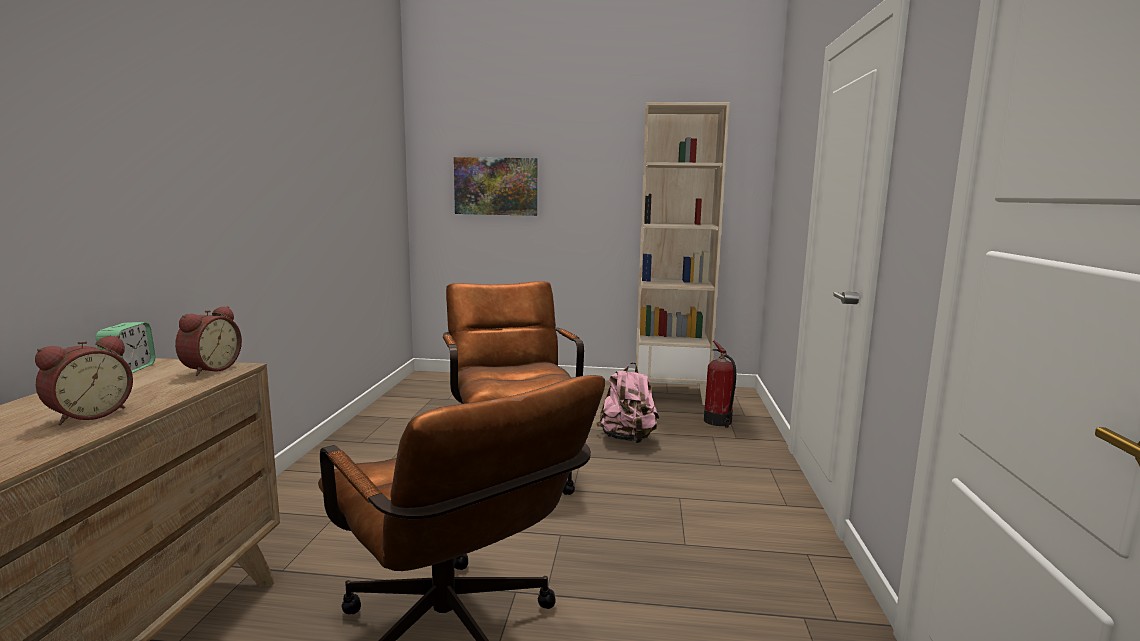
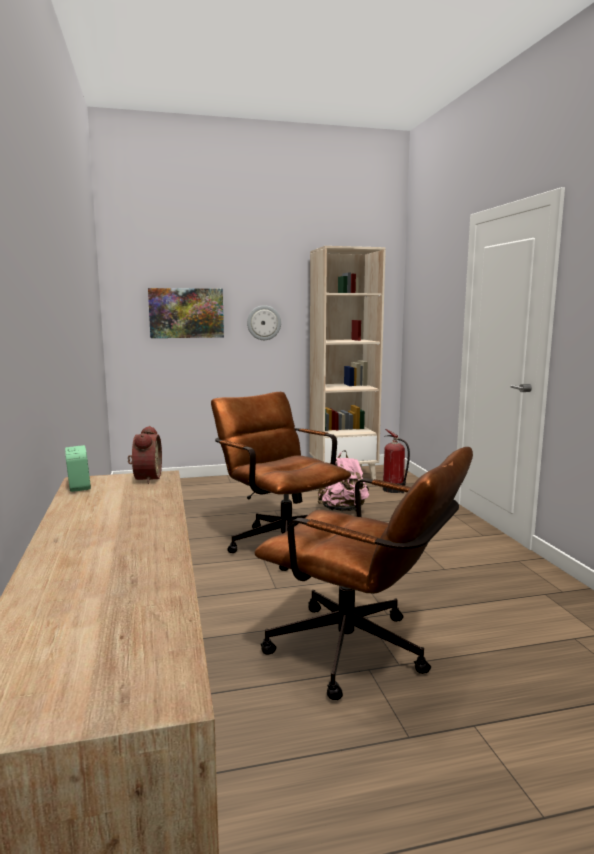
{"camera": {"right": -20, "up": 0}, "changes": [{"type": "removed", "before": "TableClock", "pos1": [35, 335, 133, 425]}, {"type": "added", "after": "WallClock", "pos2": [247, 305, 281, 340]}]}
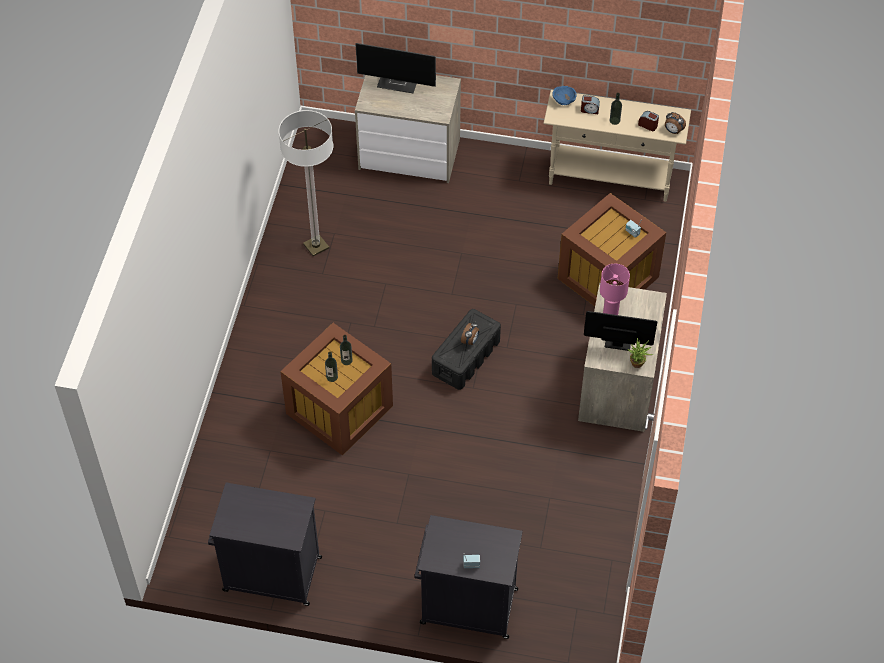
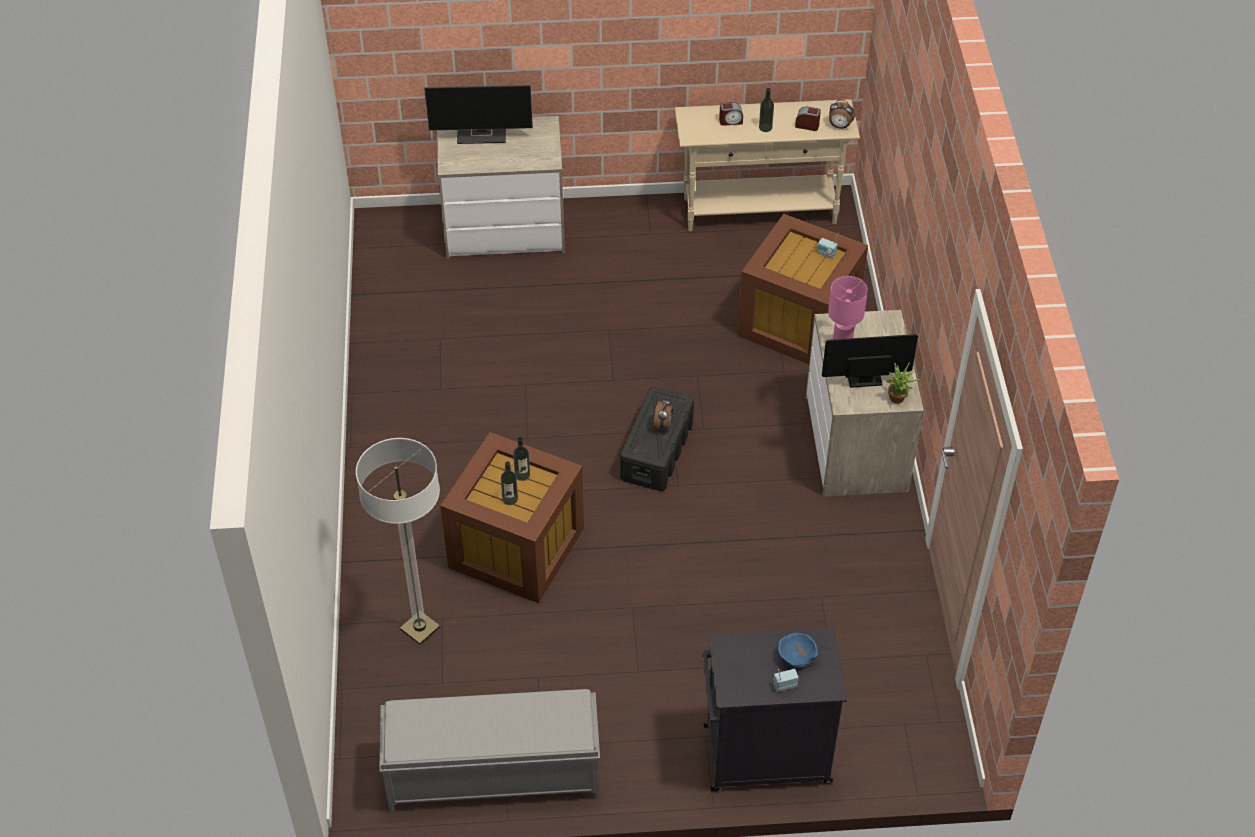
{"camera": {"right": -15, "up": -5}, "changes": [{"type": "moved", "before": "FloorLamp", "pos1": [279, 110, 333, 256], "pos2": [356, 438, 440, 645]}, {"type": "moved", "before": "BluishBowl", "pos1": [552, 86, 577, 105], "pos2": [778, 633, 818, 668]}, {"type": "replaced", "before": "BlackishStorageCabinet", "after": "GreyishIndoorBench", "pos1": [208, 483, 322, 606], "pos2": [379, 689, 600, 812]}]}
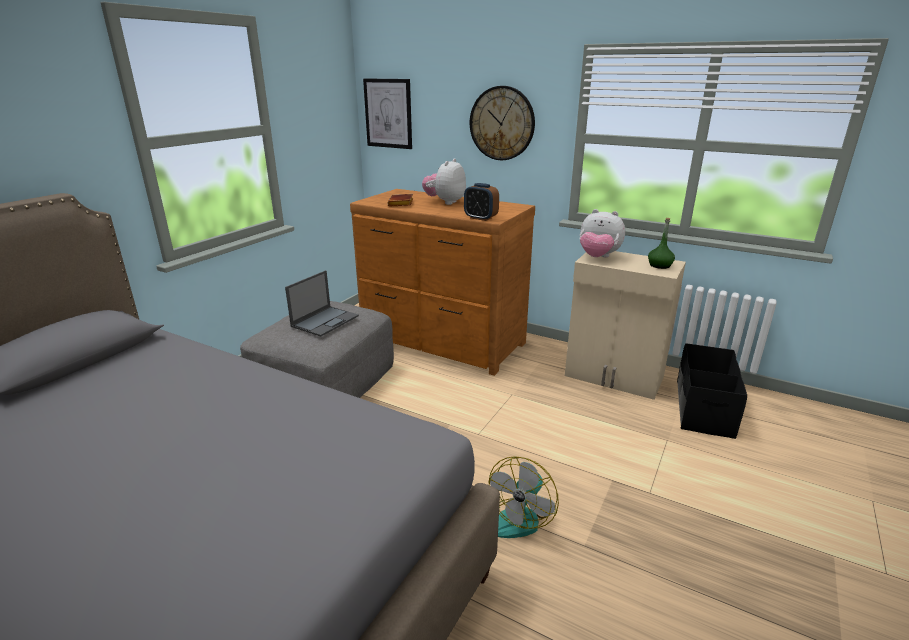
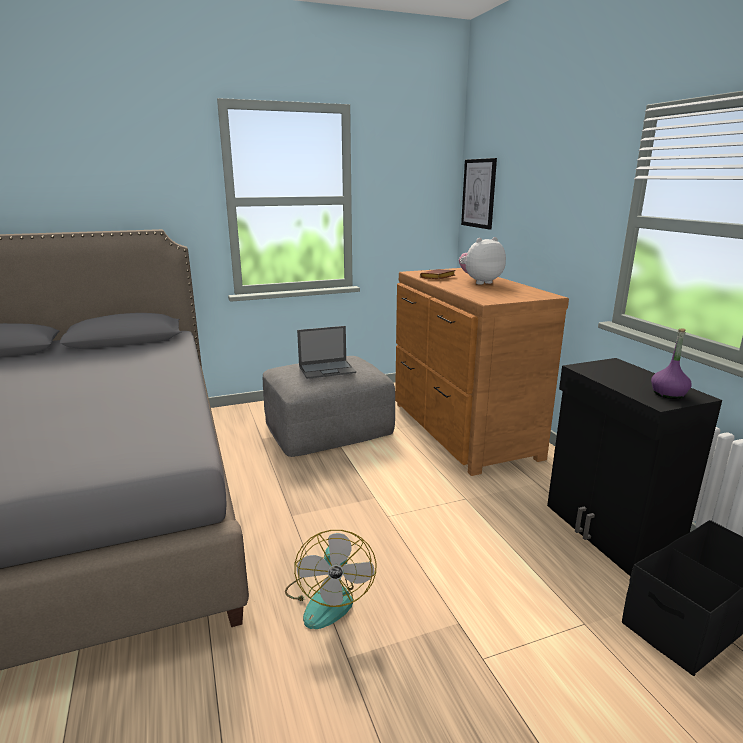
{"camera": {"right": 40, "up": -5}, "changes": [{"type": "removed", "before": "TableClock", "pos1": [464, 183, 499, 221]}, {"type": "removed", "before": "WallClock", "pos1": [470, 86, 535, 160]}, {"type": "removed", "before": "CuddlyToy", "pos1": [580, 209, 625, 257]}, {"type": "recoloured", "before": "SandColouredStorageCabinet", "after": "BlackishStorageCabinet", "pos1": [565, 251, 686, 400], "pos2": [547, 358, 722, 576]}, {"type": "recoloured", "before": "GreenishDrinkBottle", "after": "PurplishDrinkBottle", "pos1": [648, 218, 675, 269], "pos2": [651, 328, 692, 399]}, {"type": "turned", "before": "ElectricFan", "pos1": [489, 456, 559, 538], "pos2": [285, 530, 376, 629], "turn": -75}]}
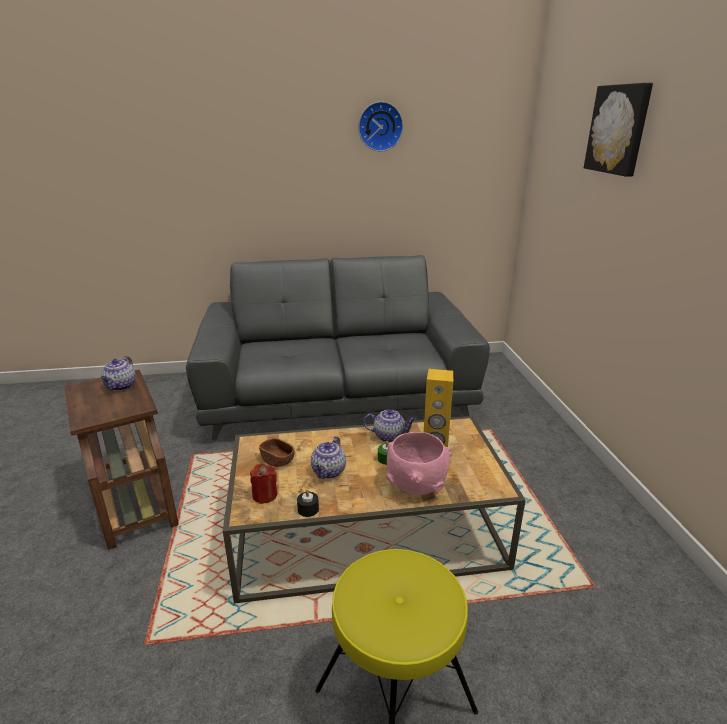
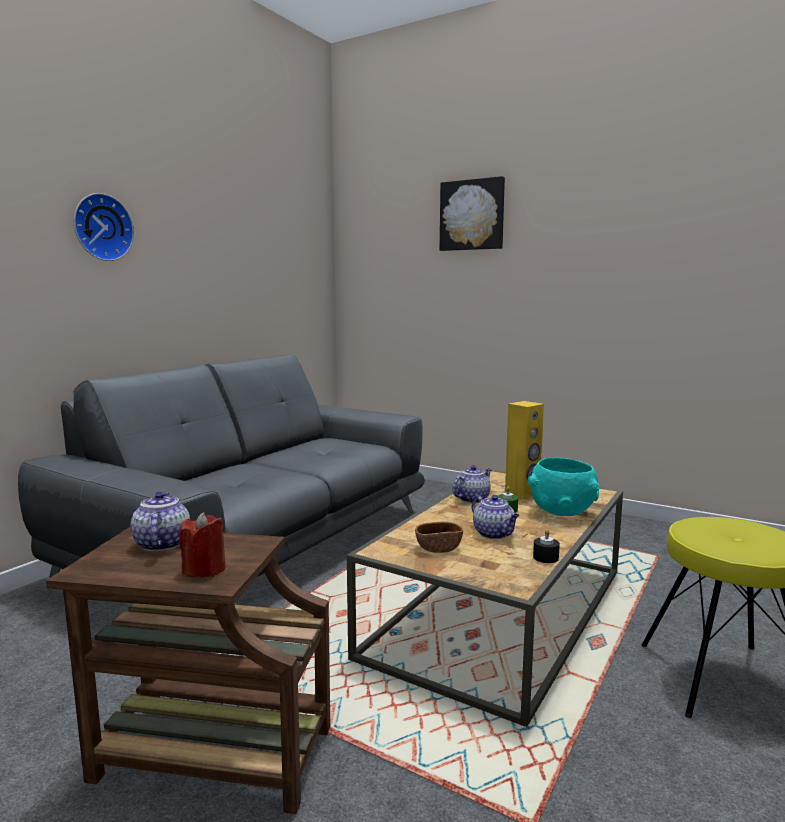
{"camera": {"right": -50, "up": -15}, "changes": [{"type": "moved", "before": "RedWaxCandle", "pos1": [250, 464, 277, 504], "pos2": [180, 512, 226, 578]}, {"type": "moved", "before": "WallClock", "pos1": [358, 101, 403, 151], "pos2": [74, 193, 134, 261]}, {"type": "recoloured", "before": "PinkishBowl", "after": "TurquoiseColouredBowl", "pos1": [386, 432, 452, 495], "pos2": [528, 457, 600, 516]}, {"type": "turned", "before": "TeaPot", "pos1": [101, 356, 136, 391], "pos2": [130, 492, 190, 551], "turn": -150}]}
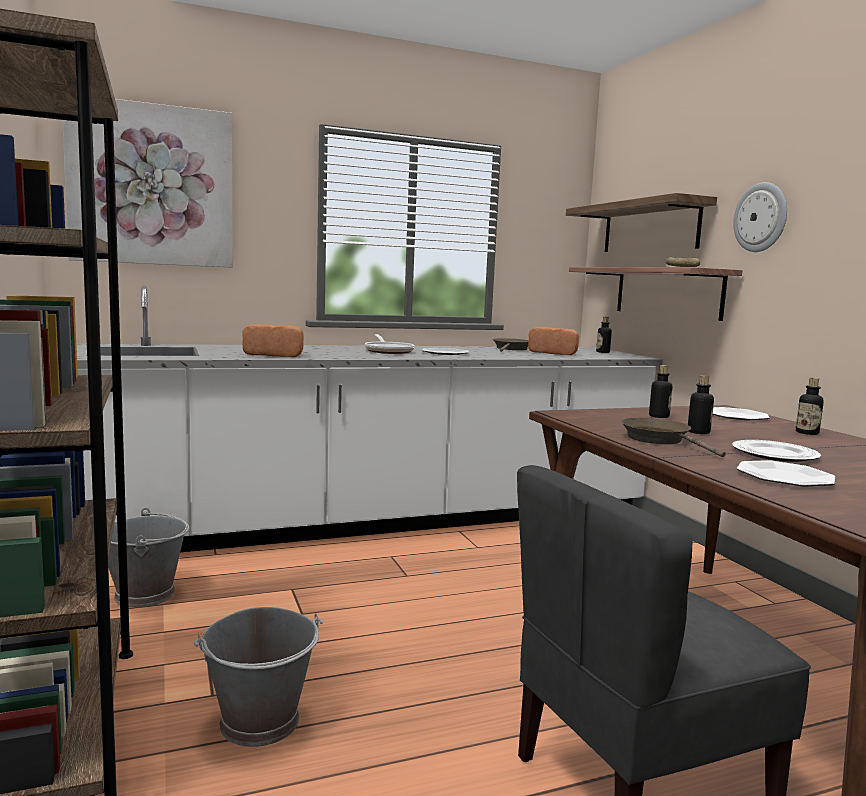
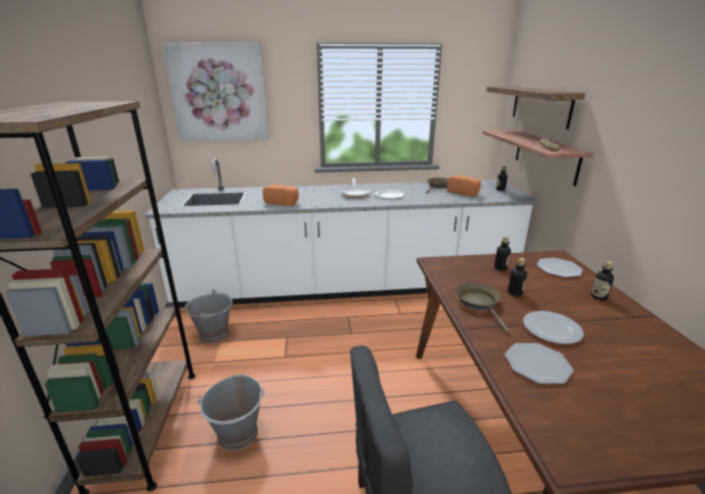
{"camera": {"right": 15, "up": 15}, "changes": [{"type": "removed", "before": "WallClock", "pos1": [733, 182, 787, 252]}]}
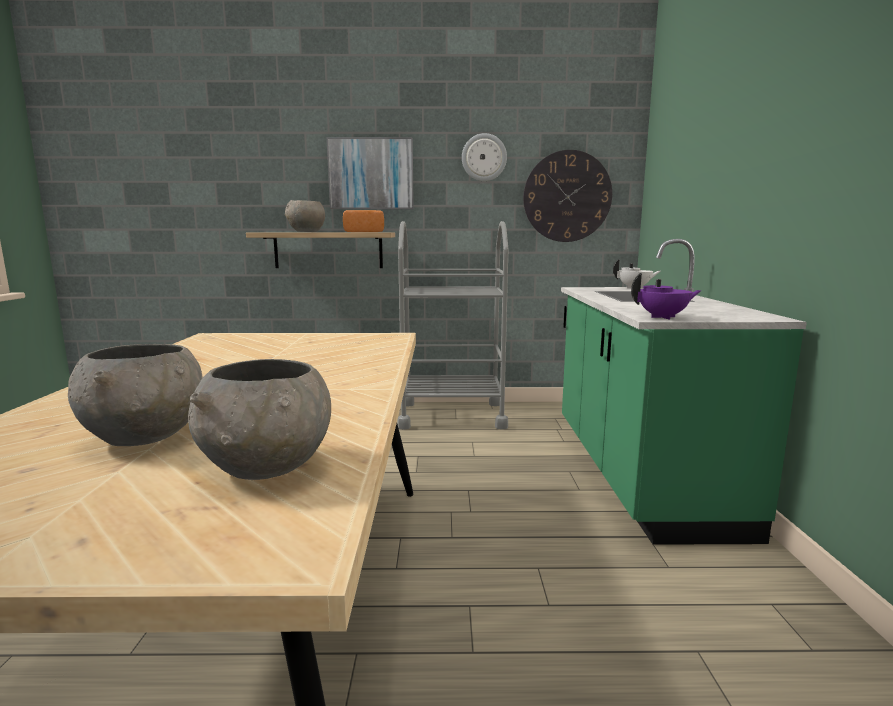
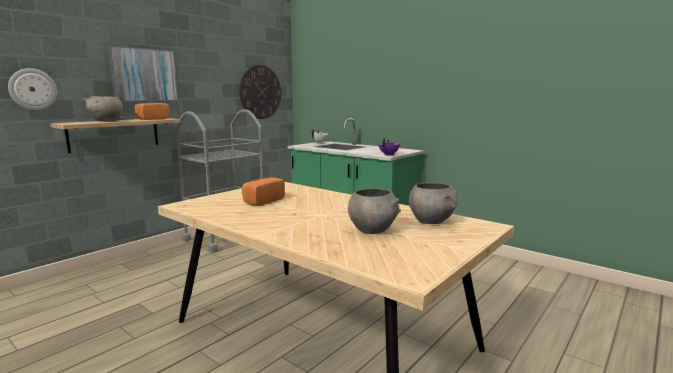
{"camera": {"right": -50, "up": 0}, "changes": [{"type": "added", "after": "BakedBread", "pos2": [242, 177, 285, 206]}, {"type": "moved", "before": "WallClock", "pos1": [462, 133, 507, 181], "pos2": [8, 68, 57, 110]}]}
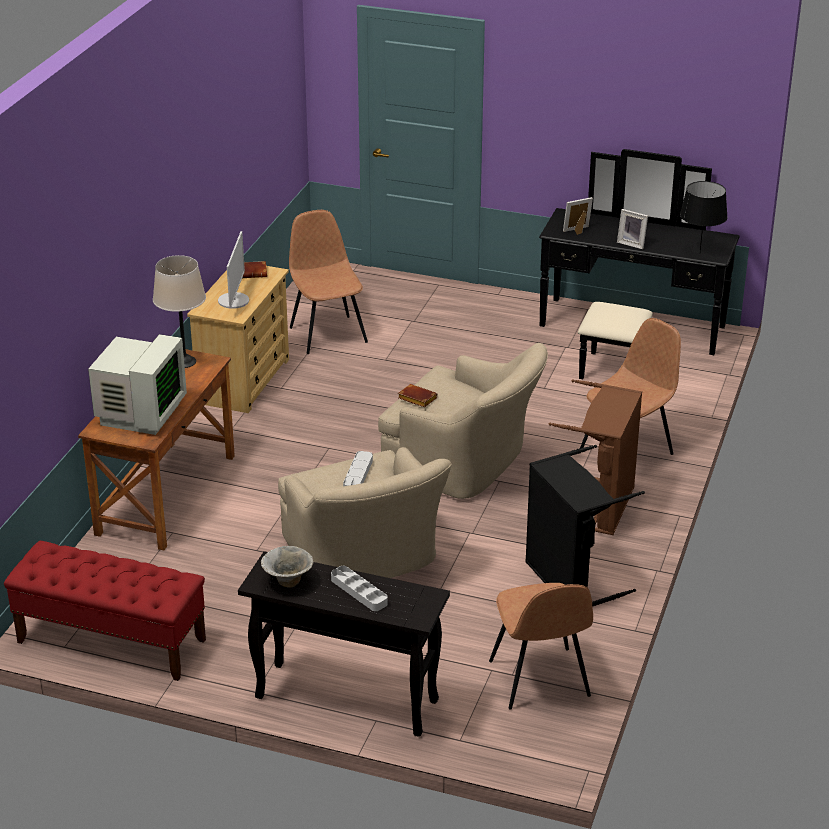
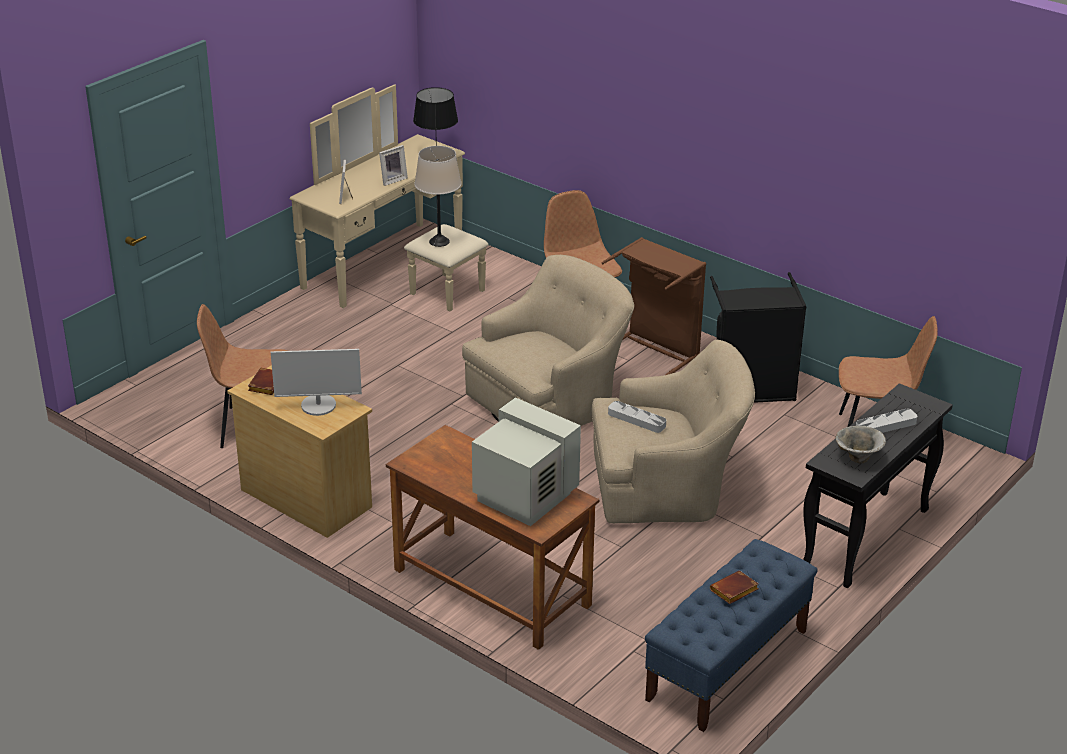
{"camera": {"right": -70, "up": 0}, "changes": [{"type": "moved", "before": "SandColouredTabletopLamp", "pos1": [153, 255, 206, 368], "pos2": [414, 146, 461, 247]}, {"type": "moved", "before": "BrownColouredBoundBook", "pos1": [398, 384, 438, 407], "pos2": [710, 571, 759, 604]}, {"type": "recoloured", "before": "RedIndoorBench", "after": "BluishIndoorBench", "pos1": [4, 541, 206, 681], "pos2": [645, 539, 818, 732]}, {"type": "recoloured", "before": "BlackishDrawerChest", "after": "SandColouredDrawerChest", "pos1": [539, 149, 740, 379], "pos2": [289, 84, 489, 311]}, {"type": "turned", "before": "ComputerDisplay", "pos1": [218, 231, 249, 309], "pos2": [271, 349, 362, 416], "turn": 150}]}
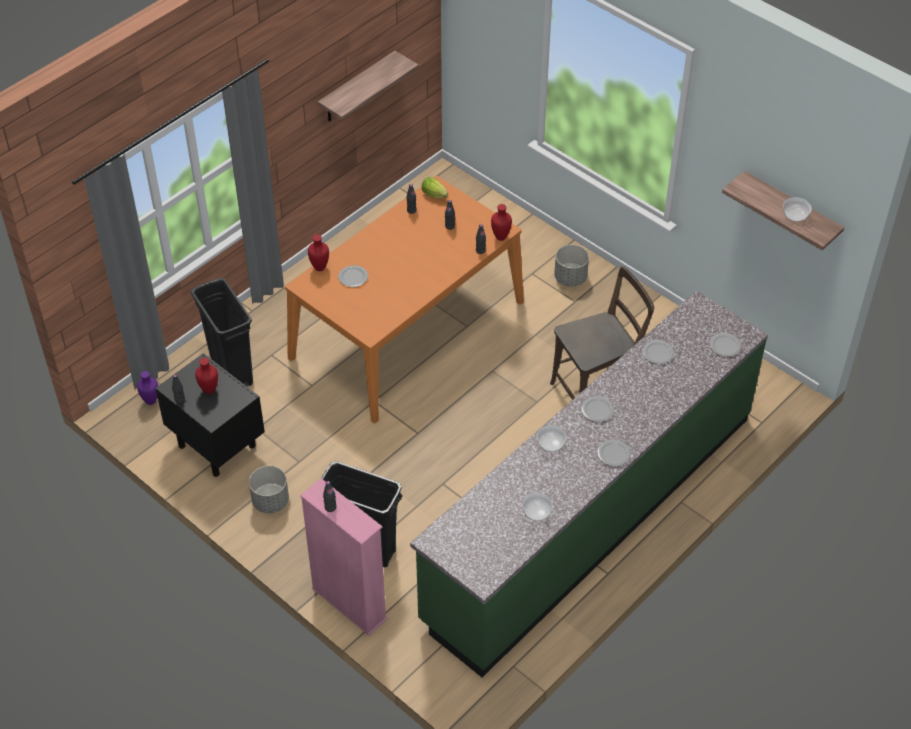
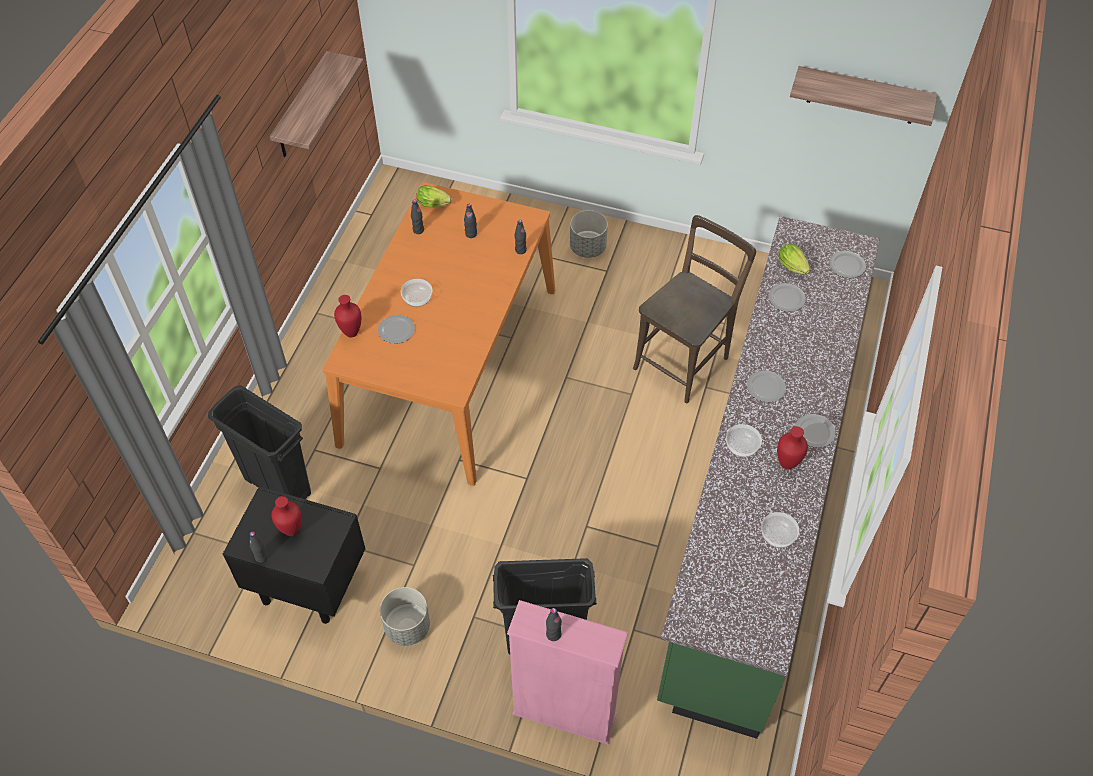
{"camera": {"right": -25, "up": 5}, "changes": [{"type": "removed", "before": "PurplishDecorativeVase", "pos1": [137, 371, 158, 405]}, {"type": "added", "after": "LettuceHead", "pos2": [778, 244, 810, 275]}, {"type": "moved", "before": "RedDecorativeVase", "pos1": [491, 204, 512, 241], "pos2": [777, 426, 808, 470]}, {"type": "moved", "before": "Bowl", "pos1": [783, 197, 812, 222], "pos2": [401, 279, 433, 307]}]}
